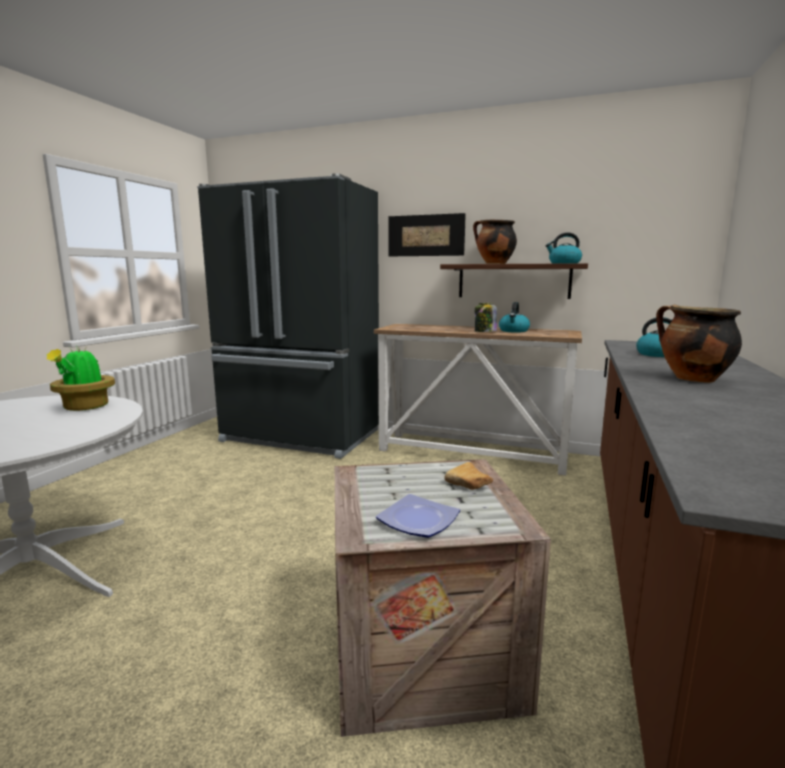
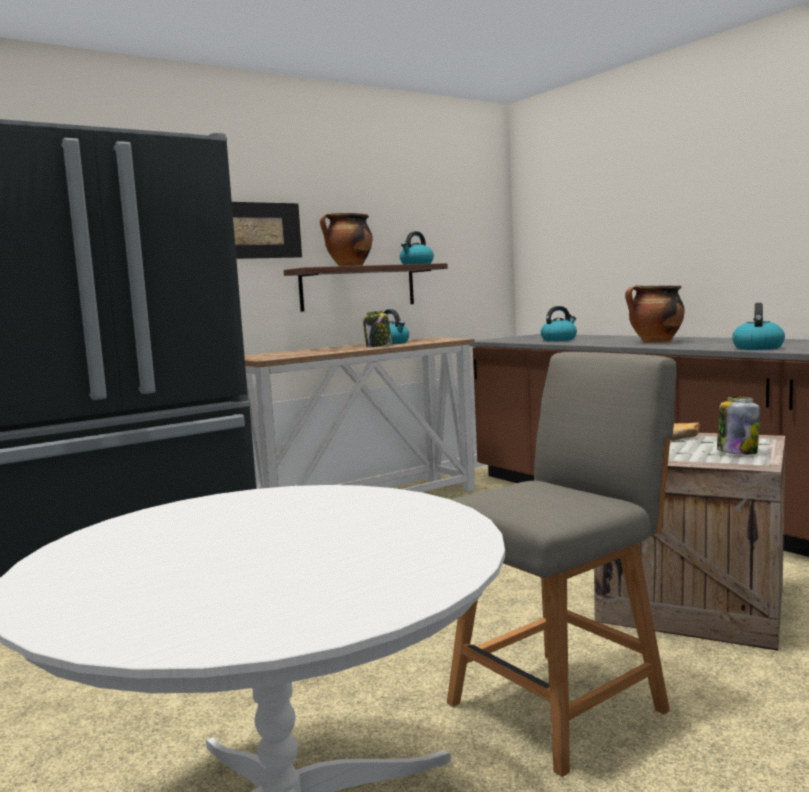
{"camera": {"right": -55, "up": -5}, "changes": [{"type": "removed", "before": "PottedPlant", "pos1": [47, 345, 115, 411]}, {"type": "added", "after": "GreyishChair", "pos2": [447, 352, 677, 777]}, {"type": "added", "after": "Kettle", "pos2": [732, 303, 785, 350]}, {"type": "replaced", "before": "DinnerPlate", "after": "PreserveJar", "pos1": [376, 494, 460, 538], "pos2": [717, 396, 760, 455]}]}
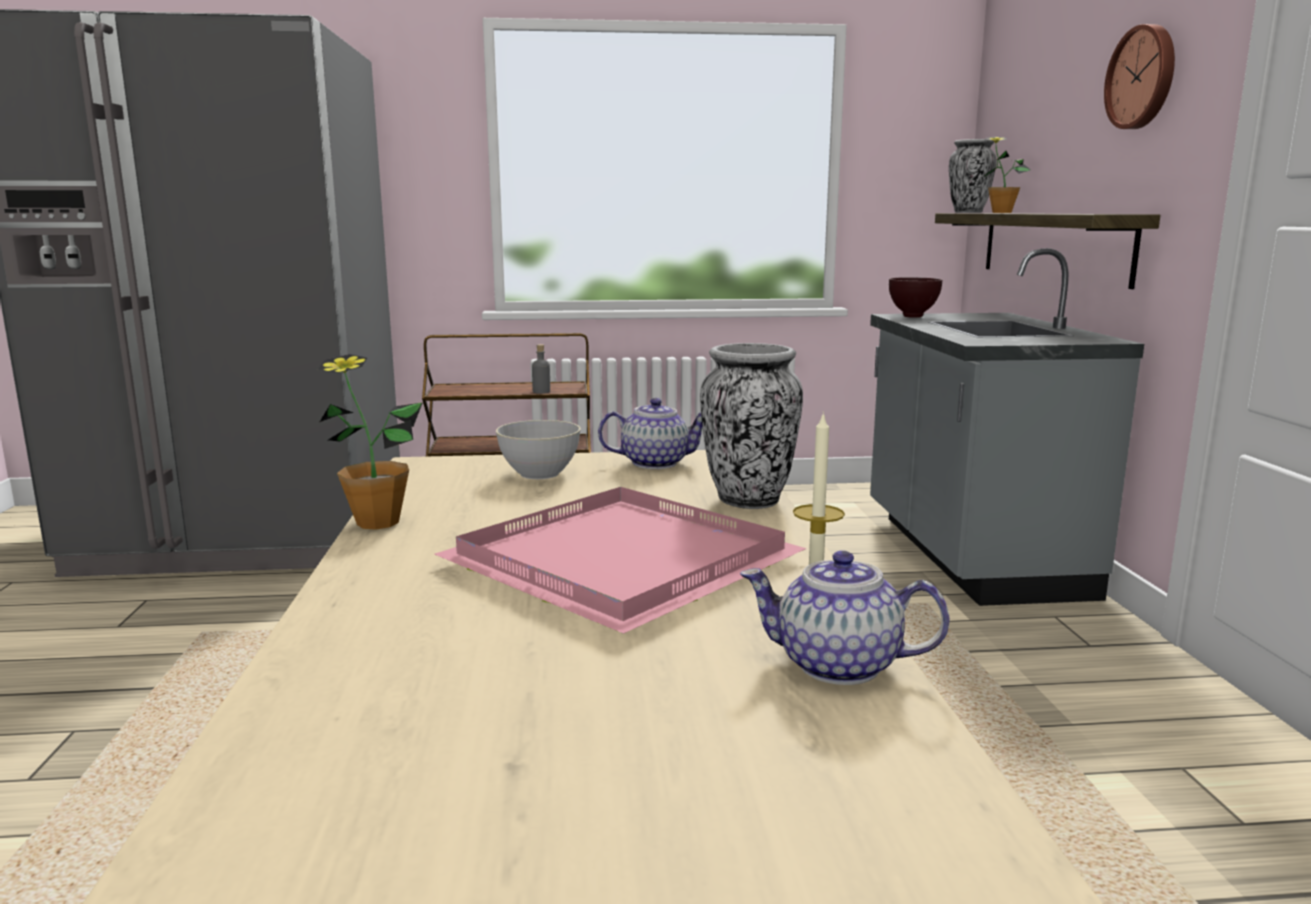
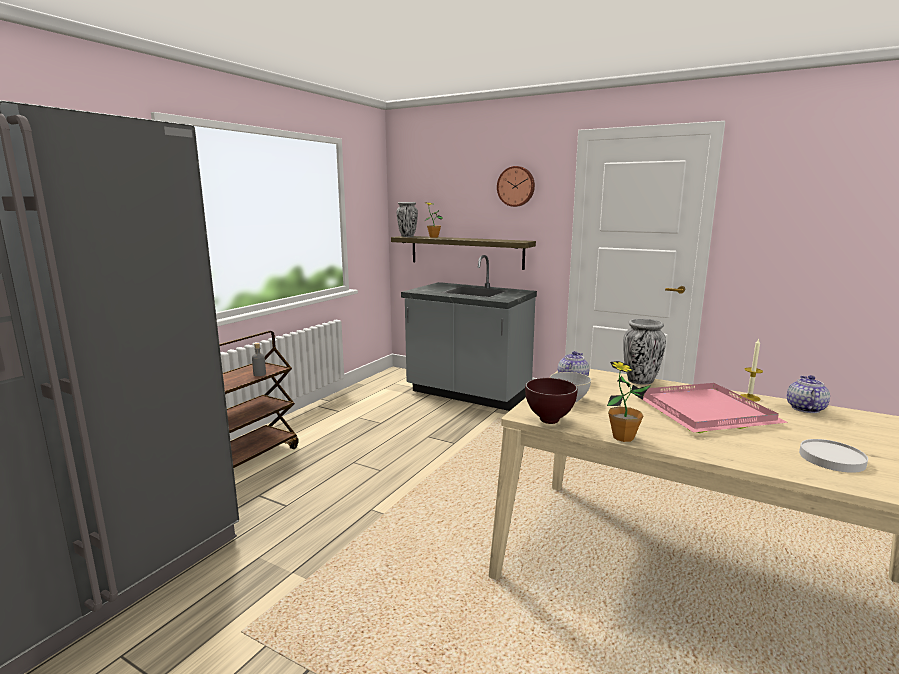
{"camera": {"right": -55, "up": 0}, "changes": [{"type": "added", "after": "WhiteColouredDinnerPlate", "pos2": [799, 439, 868, 473]}, {"type": "moved", "before": "BrownColouredBowl", "pos1": [889, 277, 942, 318], "pos2": [525, 378, 578, 424]}, {"type": "turned", "before": "TeaPot", "pos1": [740, 550, 950, 685], "pos2": [787, 375, 830, 413], "turn": 150}]}
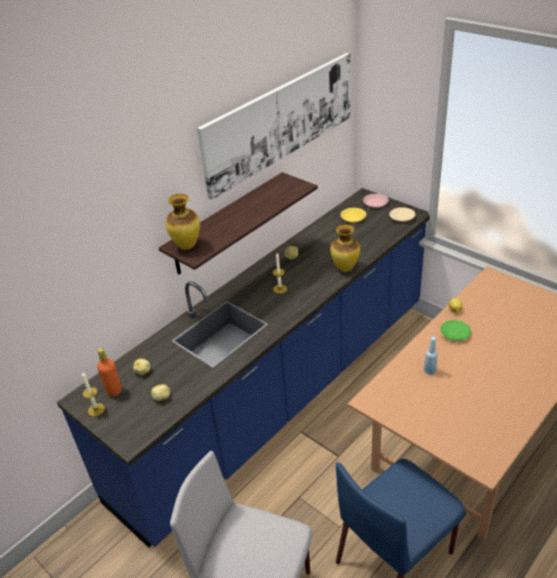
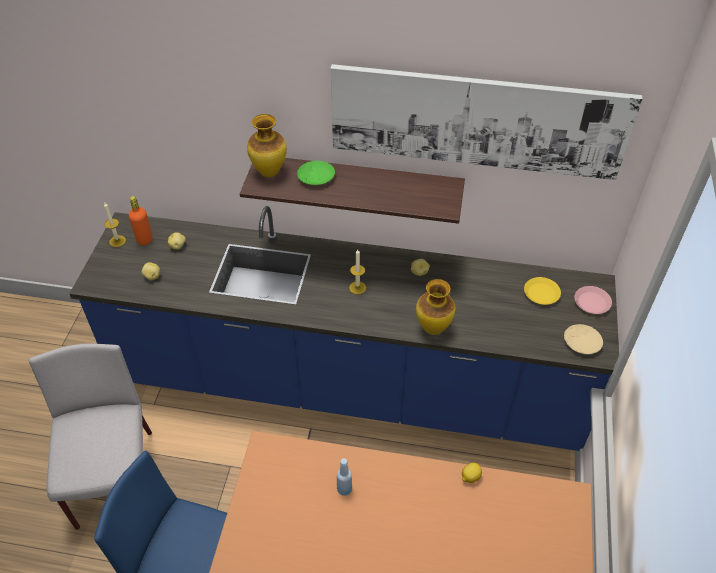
{"camera": {"right": 55, "up": 10}, "changes": [{"type": "moved", "before": "GreenishDinnerPlate", "pos1": [440, 320, 471, 341], "pos2": [297, 161, 335, 185]}]}
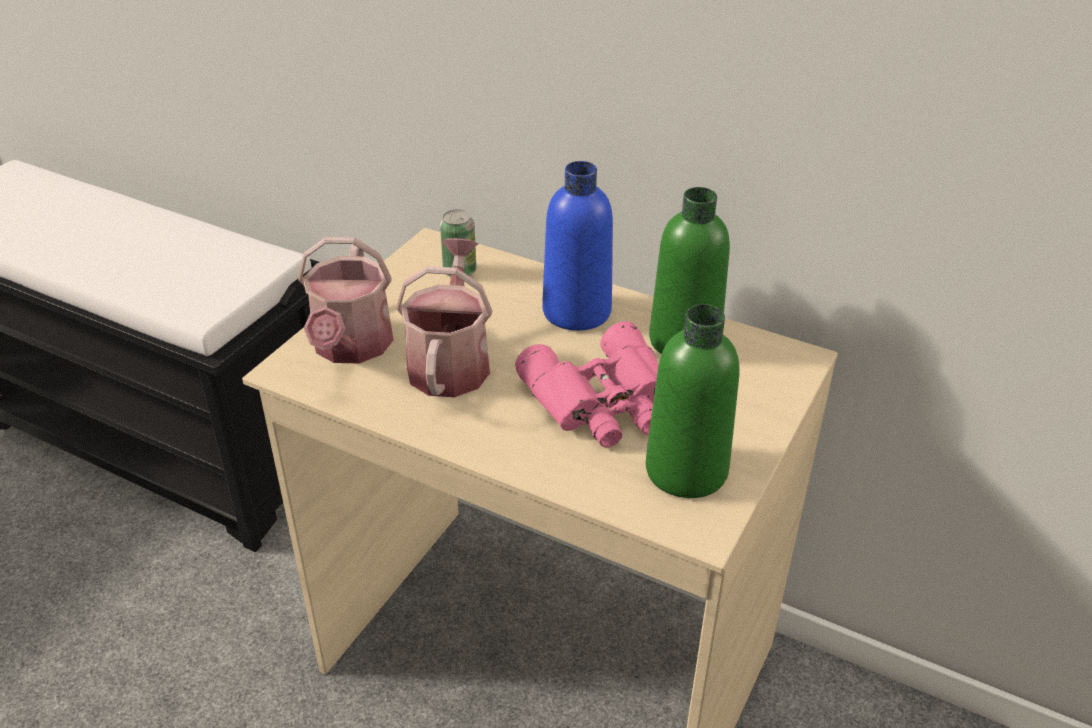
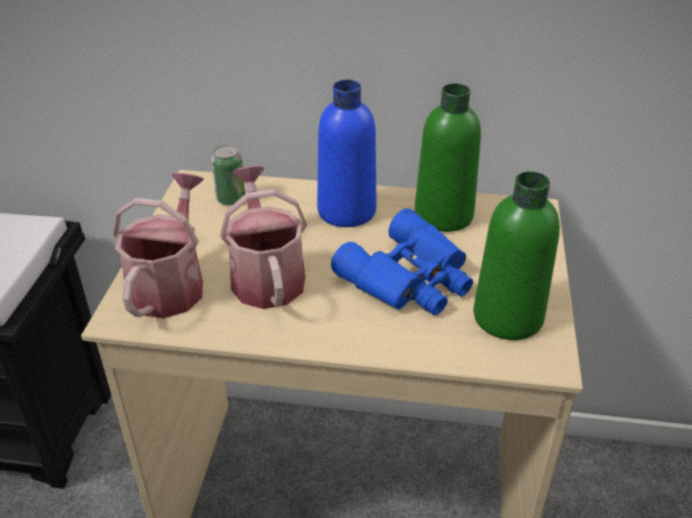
{"camera": {"right": -20, "up": 0}, "changes": [{"type": "recoloured", "before": "PinkishBinoculars", "after": "BluishBinoculars", "pos1": [515, 321, 659, 448], "pos2": [331, 208, 473, 315]}, {"type": "turned", "before": "WateringCan", "pos1": [298, 237, 393, 363], "pos2": [113, 173, 204, 318], "turn": -150}]}
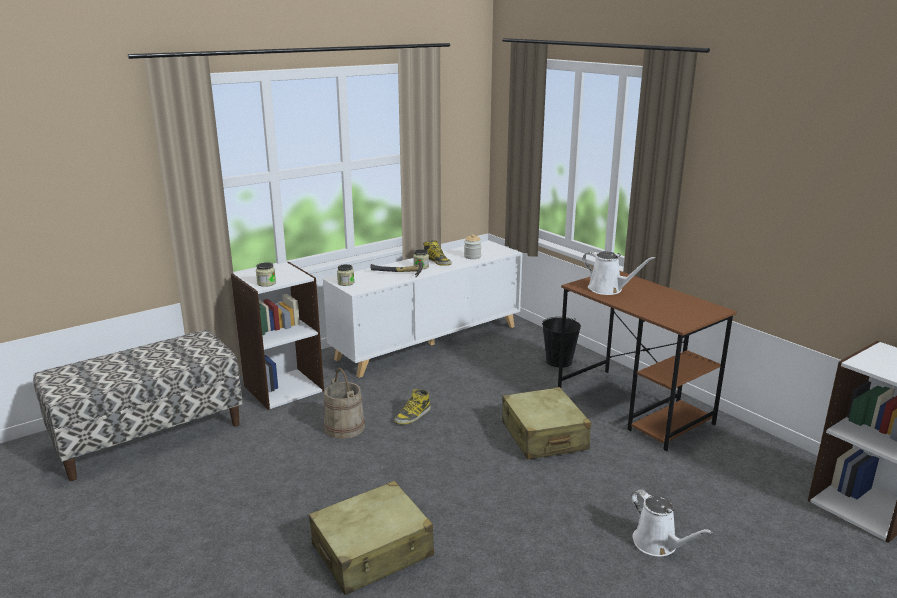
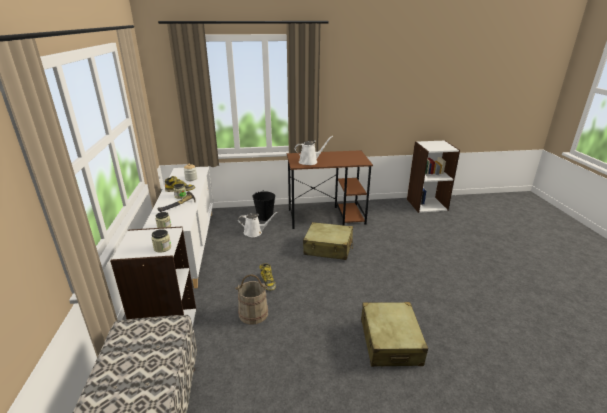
{"camera": {"right": -60, "up": 5}, "changes": [{"type": "moved", "before": "WhiteColouredWateringCan", "pos1": [631, 489, 713, 557], "pos2": [238, 212, 278, 237]}]}
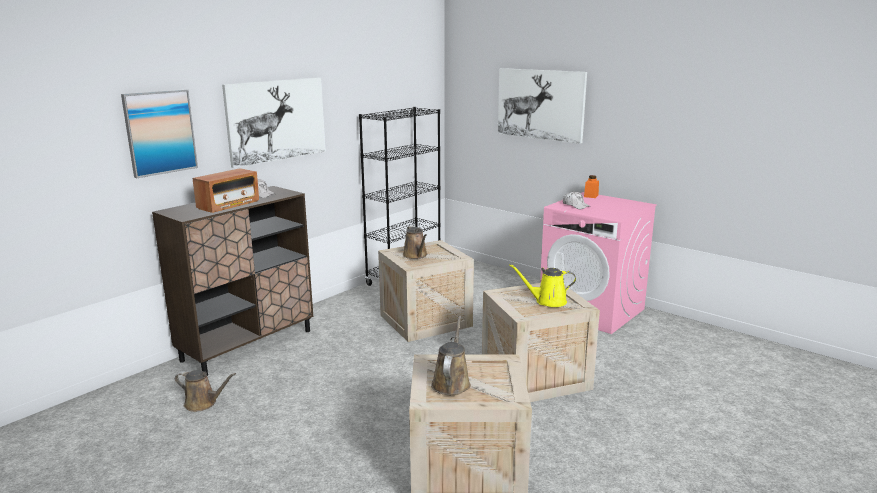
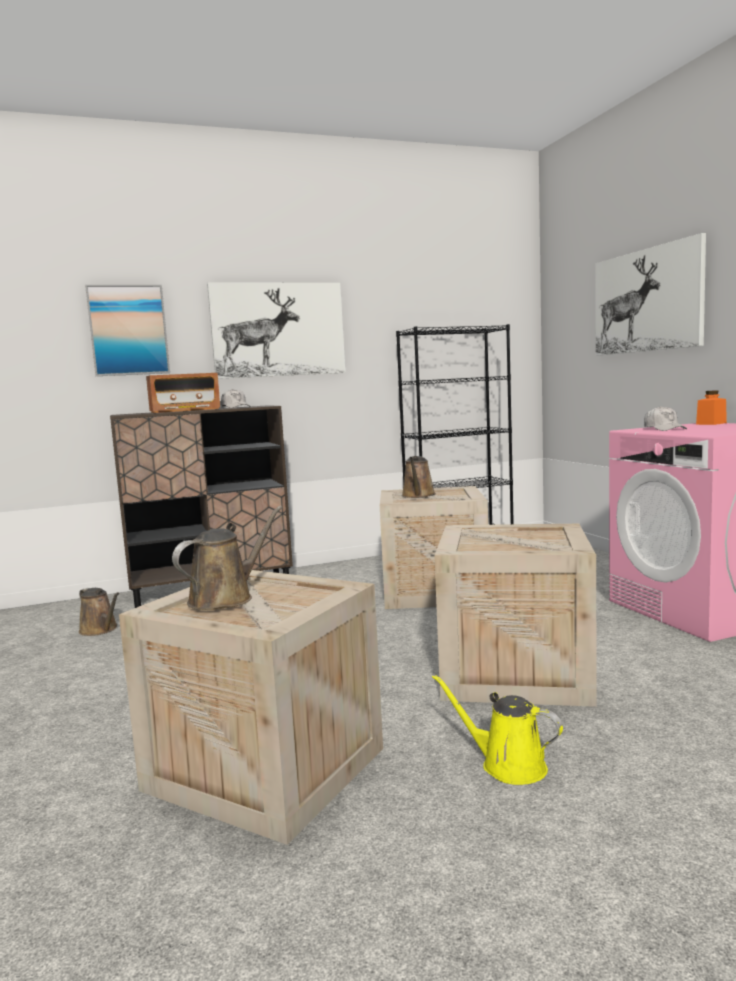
{"camera": {"right": 30, "up": -10}, "changes": [{"type": "moved", "before": "YellowColouredWateringCan", "pos1": [509, 264, 576, 307], "pos2": [432, 674, 563, 785]}]}
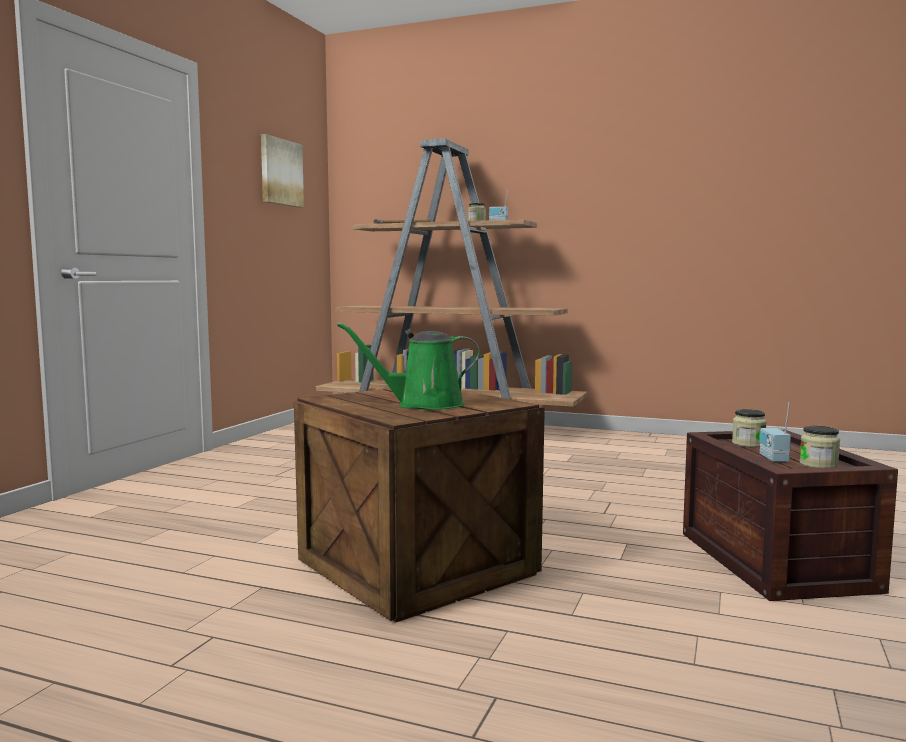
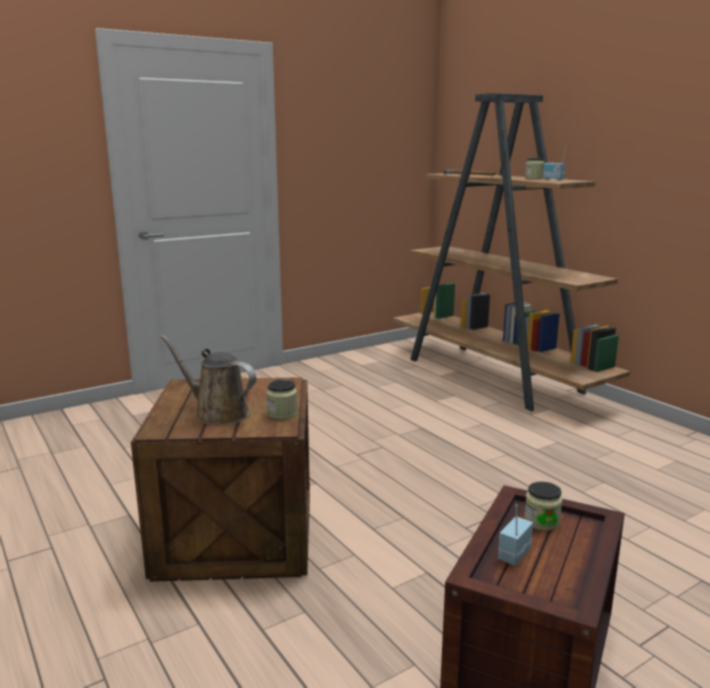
{"camera": {"right": 35, "up": 10}, "changes": [{"type": "removed", "before": "Picture", "pos1": [261, 134, 304, 208]}, {"type": "moved", "before": "PreserveJar", "pos1": [799, 426, 840, 468], "pos2": [266, 380, 297, 419]}, {"type": "recoloured", "before": "GreenishWateringCan", "after": "BrownColouredWateringCan", "pos1": [337, 322, 480, 410], "pos2": [160, 335, 257, 425]}]}
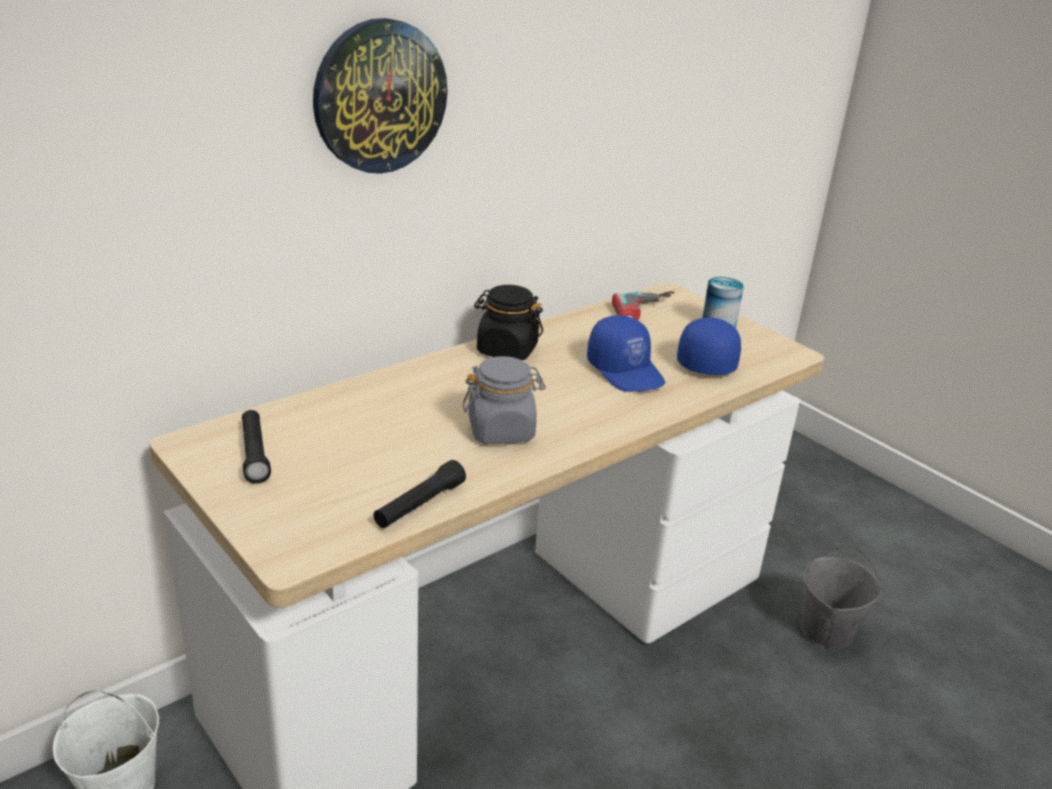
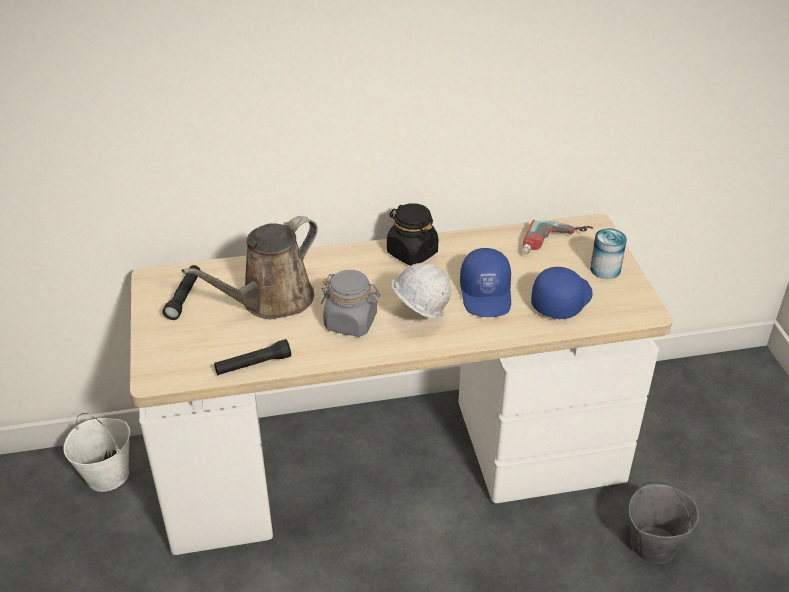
{"camera": {"right": 30, "up": 10}, "changes": [{"type": "removed", "before": "WallClock", "pos1": [313, 18, 448, 174]}, {"type": "added", "after": "BrownColouredWateringCan", "pos2": [182, 216, 318, 319]}, {"type": "added", "after": "WhiteColouredSafetyHelmet", "pos2": [391, 263, 451, 318]}]}
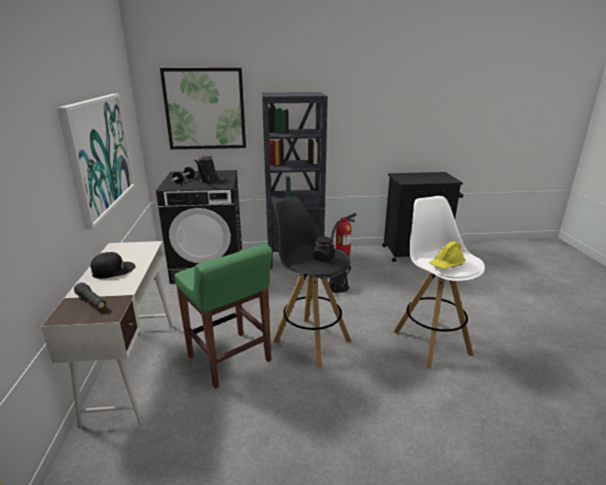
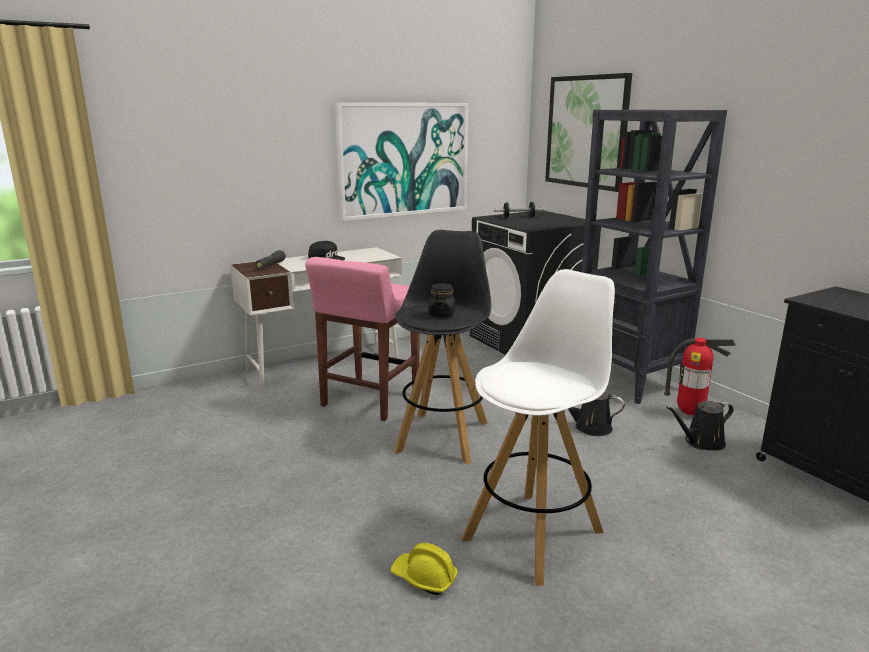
{"camera": {"right": 65, "up": -5}, "changes": [{"type": "moved", "before": "BlackishWateringCan", "pos1": [194, 155, 219, 183], "pos2": [666, 401, 734, 451]}, {"type": "moved", "before": "YellowColouredSafetyHelmet", "pos1": [429, 241, 466, 269], "pos2": [390, 543, 458, 595]}, {"type": "recoloured", "before": "GreenishStoolSeat", "after": "PinkishStoolSeat", "pos1": [174, 244, 272, 389], "pos2": [305, 257, 420, 421]}]}
